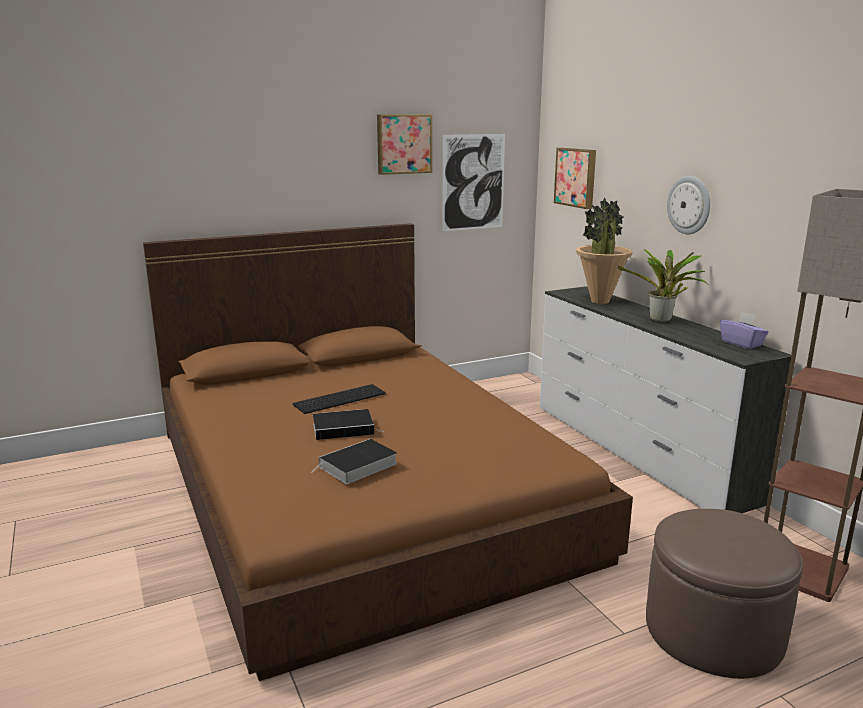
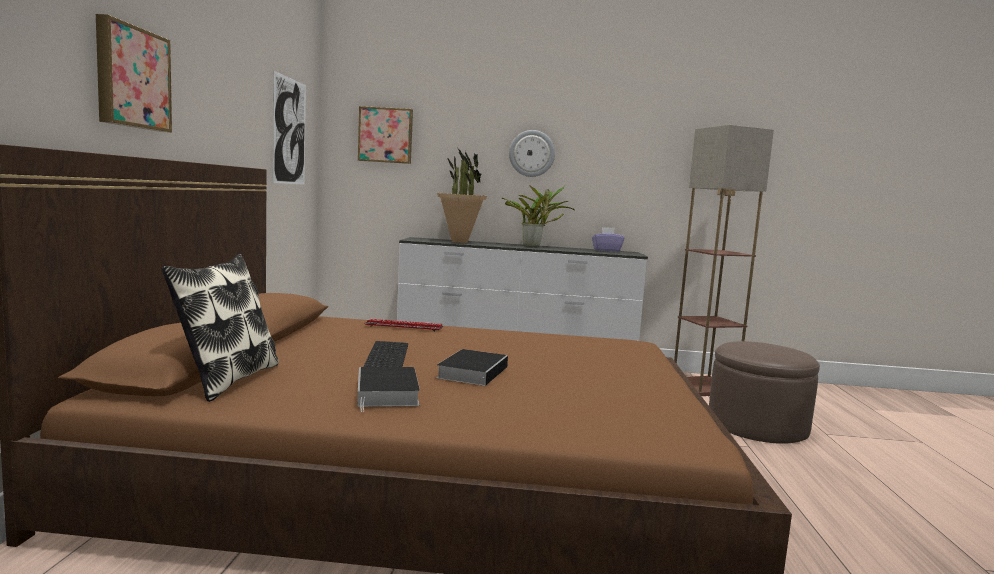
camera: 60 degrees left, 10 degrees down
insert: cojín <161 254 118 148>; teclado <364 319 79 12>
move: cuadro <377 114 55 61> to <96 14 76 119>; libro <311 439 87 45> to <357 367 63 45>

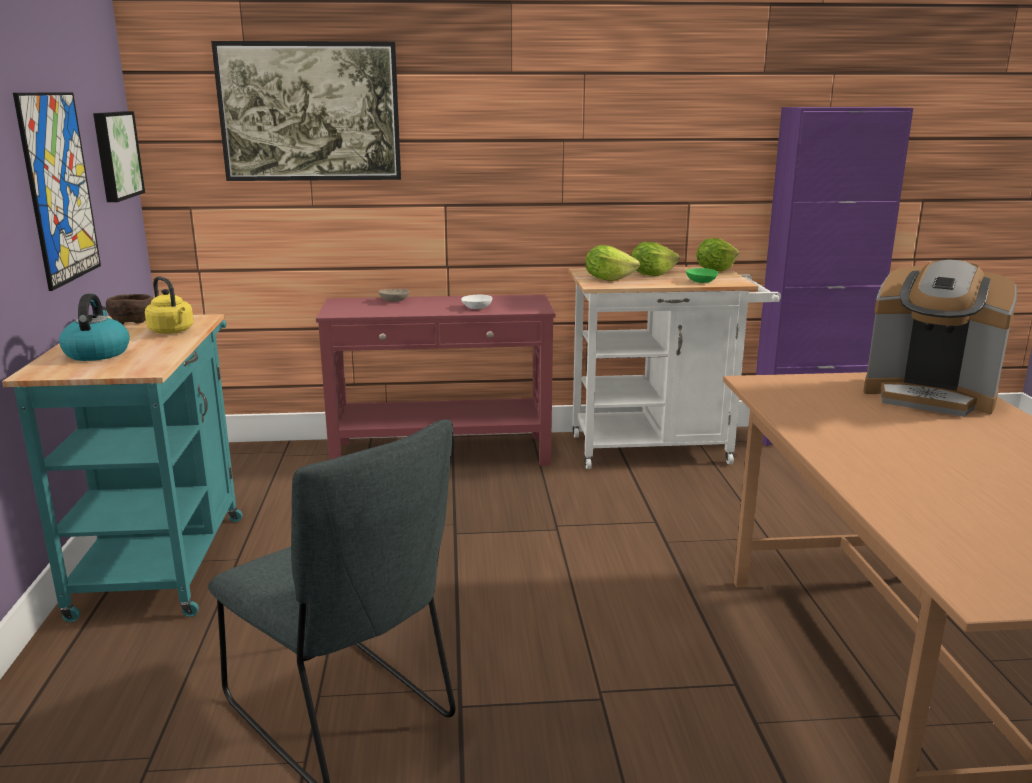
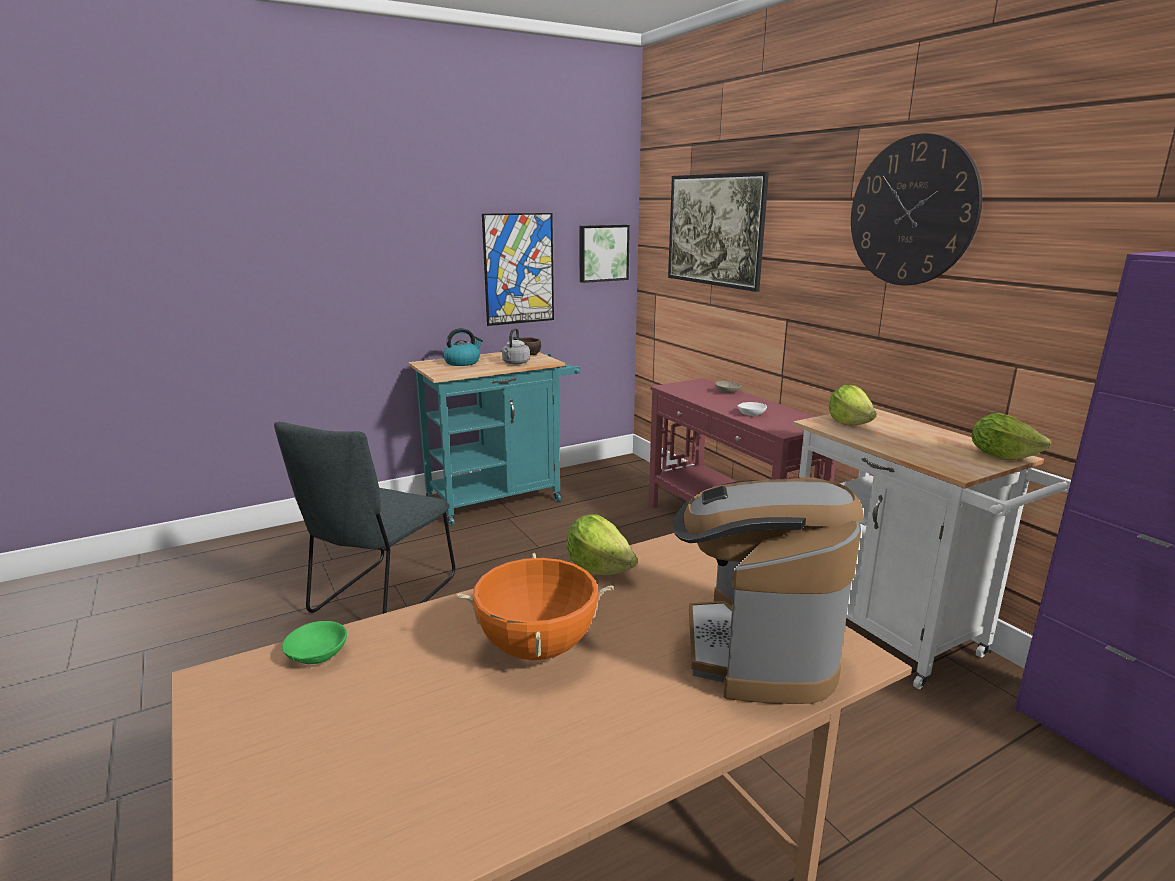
camera: 65 degrees right, 0 degrees up
insert: olla (naranja) <457 553 156 107>; reloj de pared <851 133 131 152>
move: cuenco (verde) <686 268 32 15> to <282 621 65 43>; lechuga <631 242 49 34> to <566 514 72 62>
recolor: hervidor (amarillo) <145 276 49 58> to hervidor (gris) <502 328 28 37>

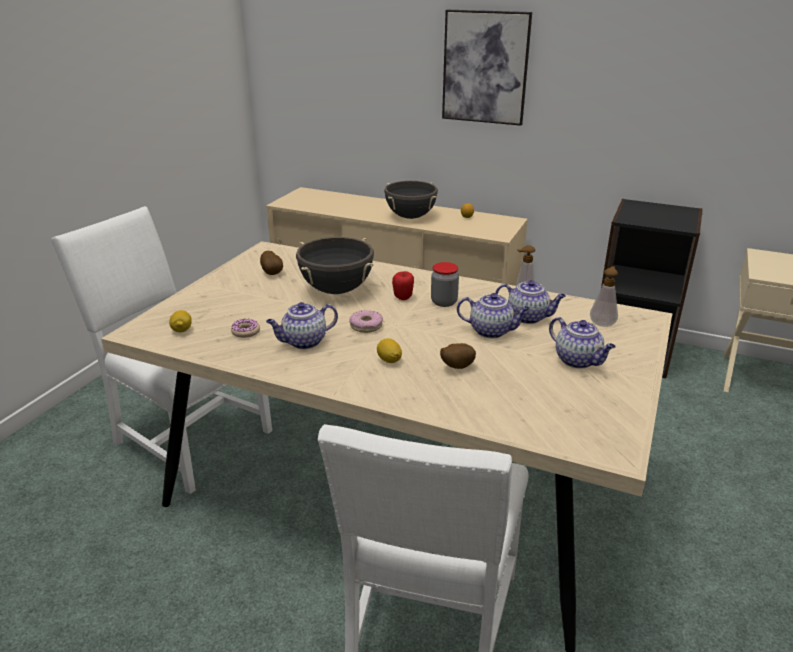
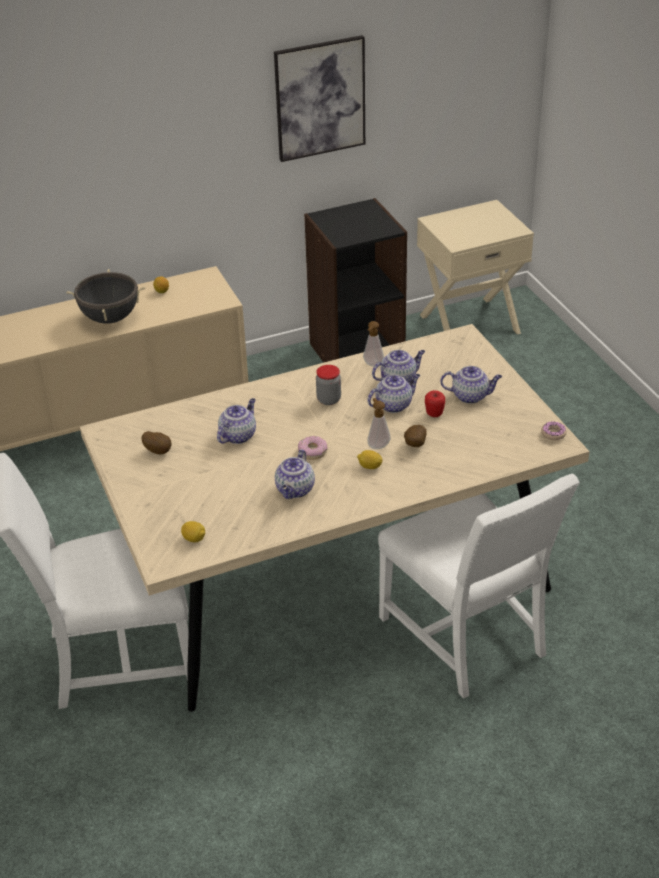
camera: 45 degrees left, 10 degrees up
move: cuadro <442 10 90 116> to <274 35 91 127>; dispensador de jabón <590 266 28 61> to <367 398 24 51>; manzana <392 271 22 29> to <425 390 20 27>; rosquilla <231 319 29 19> to <541 421 26 19>
replace: olla (negro) <296 237 78 57> to tetera <217 398 39 46>

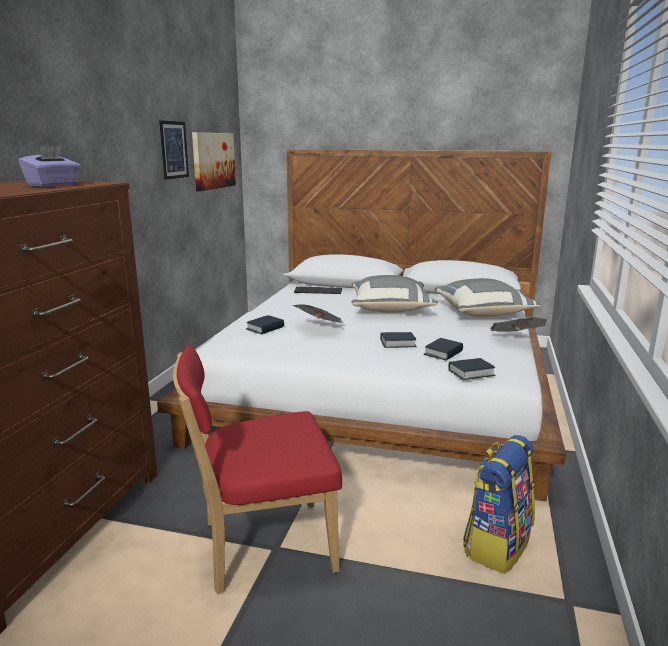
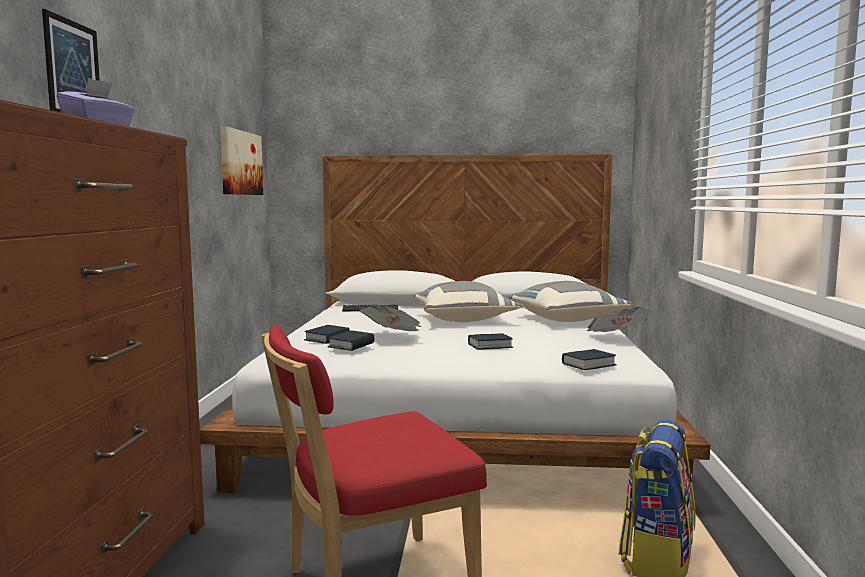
camera: 10 degrees left, 10 degrees down
move: cuadro <159 120 30 60> to <42 9 58 103>; libro <424 338 39 23> to <328 330 47 21>

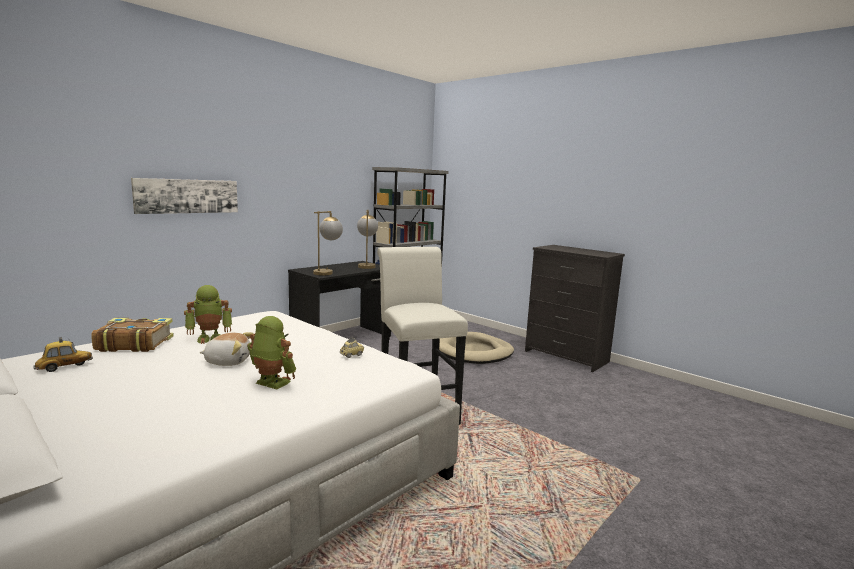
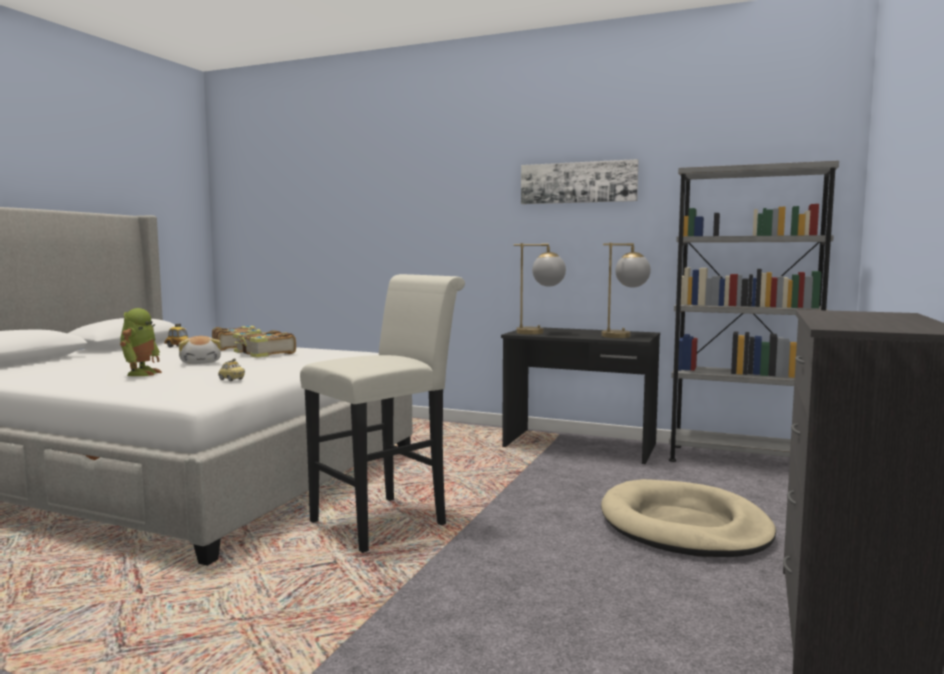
camera: 70 degrees right, 5 degrees down
move: cuadro <131 178 107 36> to <521 159 117 45>
replace: robot de juguete <184 285 48 59> to libro <233 330 63 28>

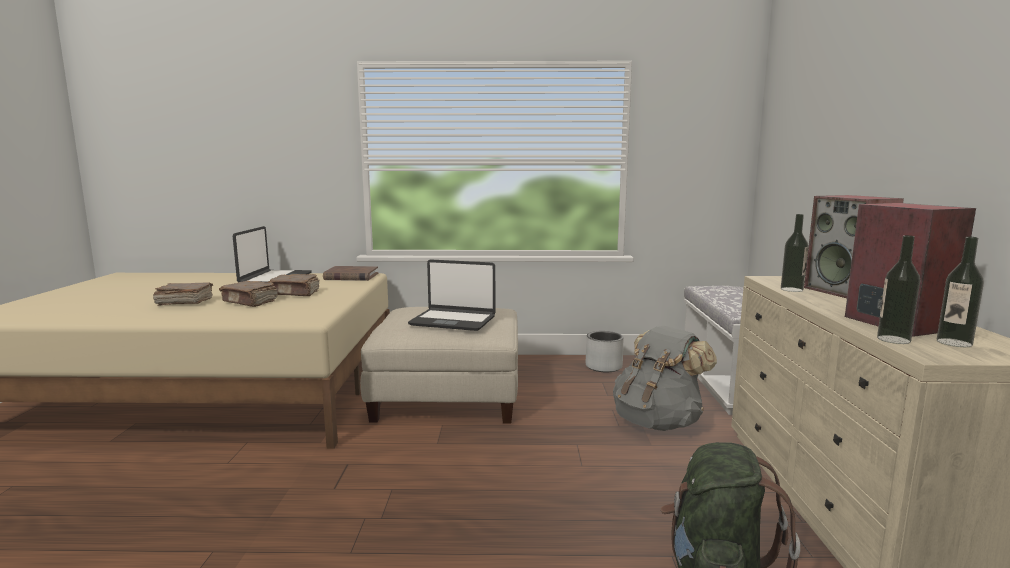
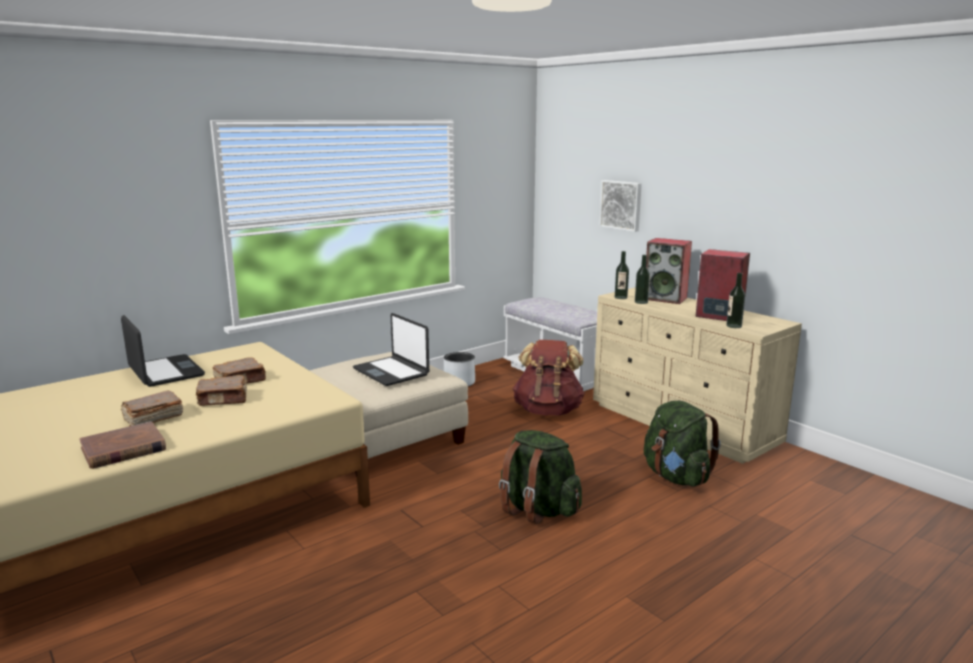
camera: 40 degrees left, 5 degrees up
insert: mochila (verde) <499 430 83 94>; cuadro <599 180 43 52>
move: libro (marrón) <323 266 55 15> to <79 421 87 48>; botella <937 237 47 110> to <615 251 14 48>
recolor: mochila (gris) <613 326 104 105> to mochila (marrón) <513 340 72 75>
rotate: portátil <408 259 87 72> = <353 313 76 73> 75 degrees clockwise

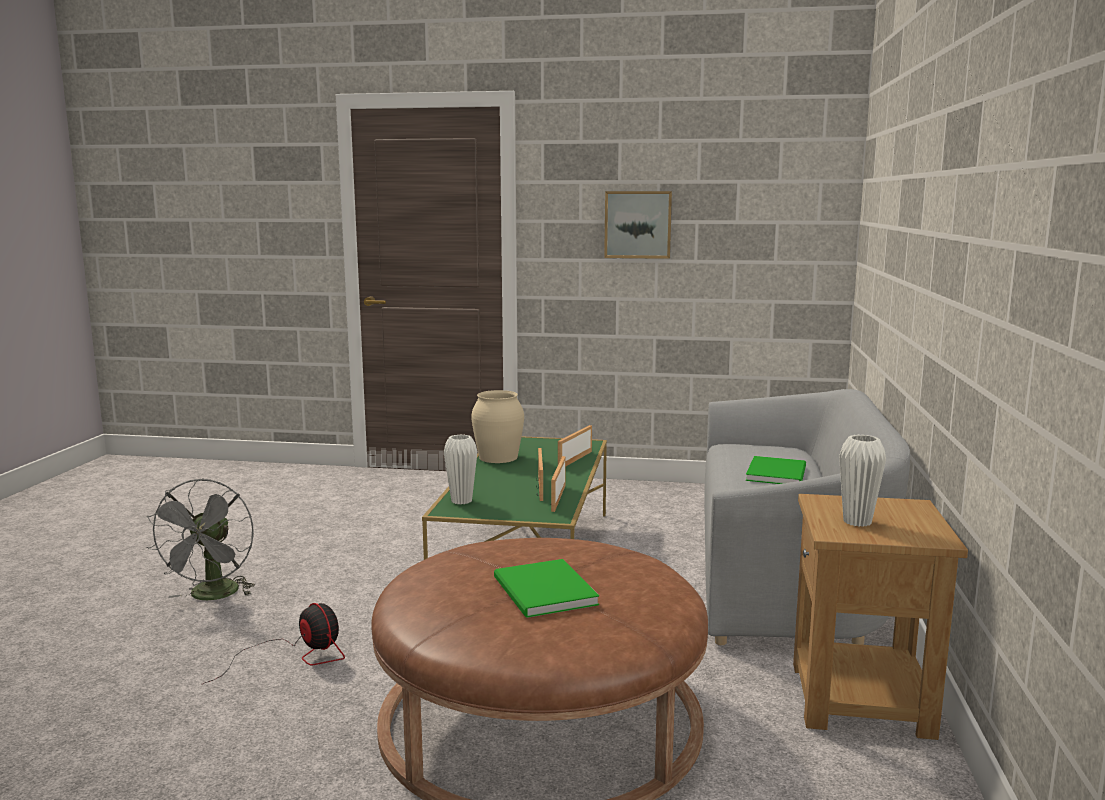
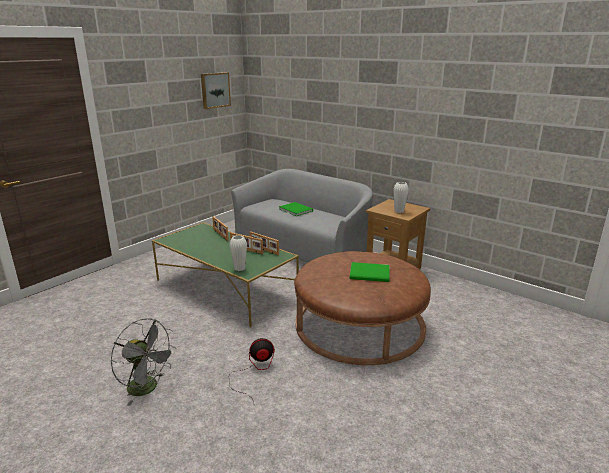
camera: 60 degrees left, 10 degrees up
delete: florero (beis) <471 390 53 73>
move: cuadro <604 191 68 68> to <201 72 30 37>

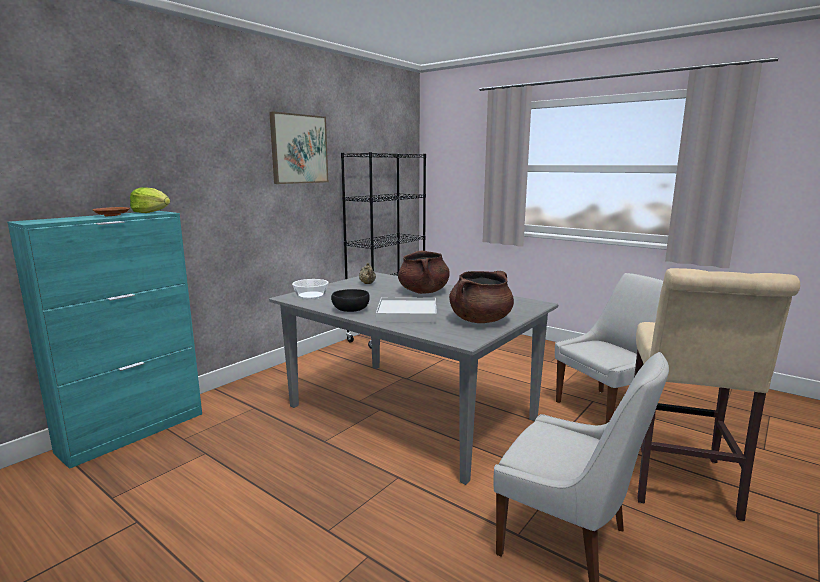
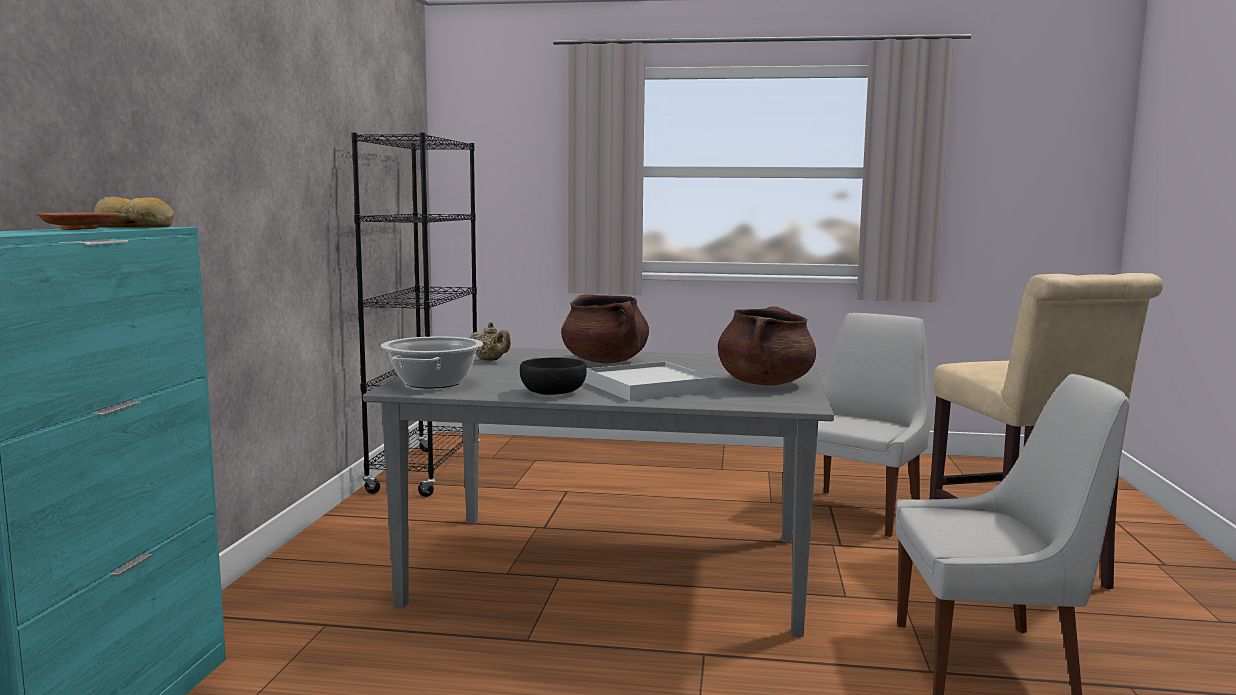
camera: 30 degrees left, 5 degrees down
delete: cuadro <269 112 59 72>
replace: lechuga <130 187 40 26> to pan <94 197 80 31>; cuenco <292 279 37 20> to olla <381 336 102 53>

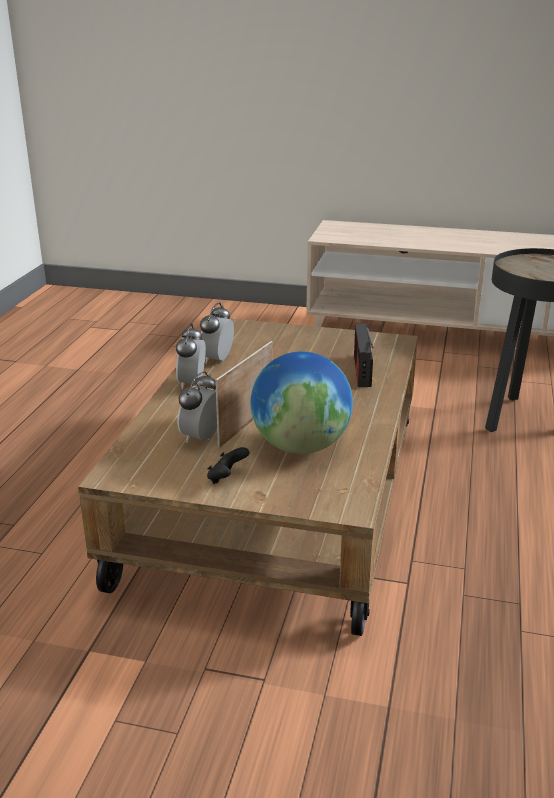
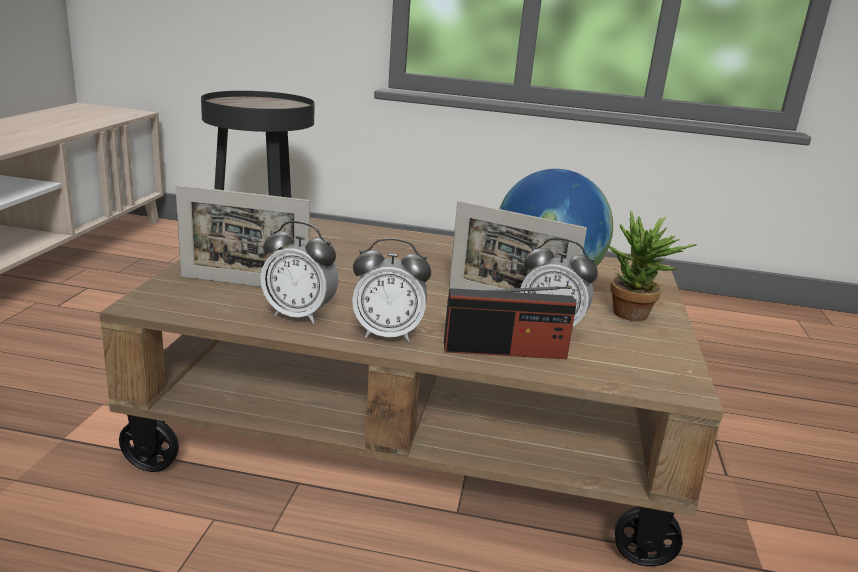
camera: 95 degrees left, 5 degrees down
insert: portarretratos <175 185 135 102>
move: radio <354 323 20 64> to <444 286 133 73>
replace: mando de consola (negro) <207 447 42 37> to planta en maceta <608 210 89 111>

